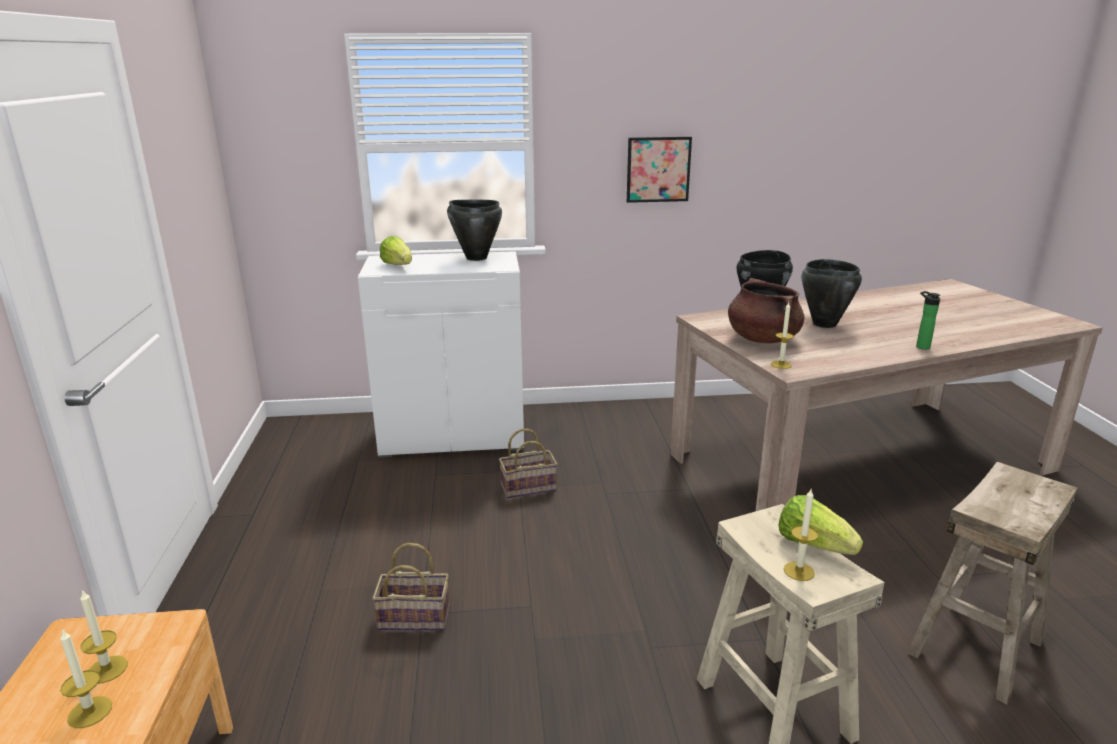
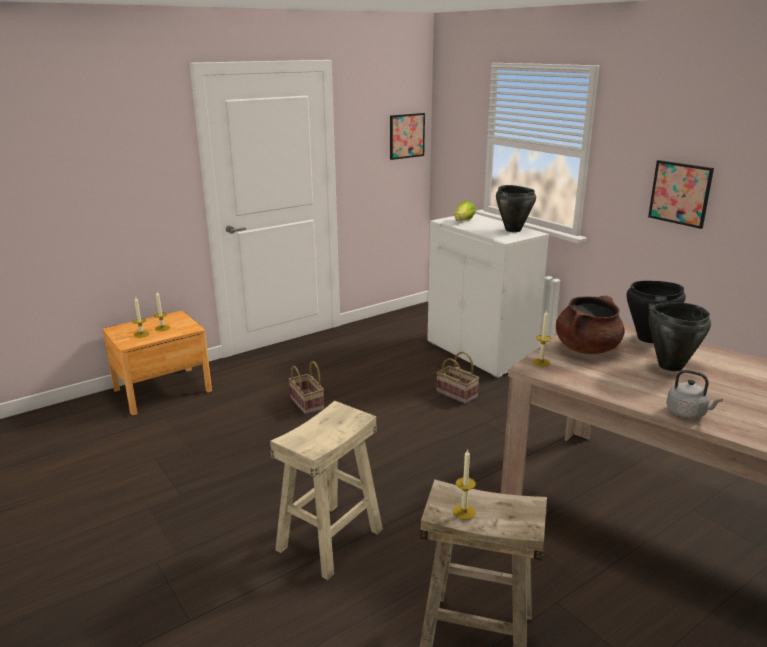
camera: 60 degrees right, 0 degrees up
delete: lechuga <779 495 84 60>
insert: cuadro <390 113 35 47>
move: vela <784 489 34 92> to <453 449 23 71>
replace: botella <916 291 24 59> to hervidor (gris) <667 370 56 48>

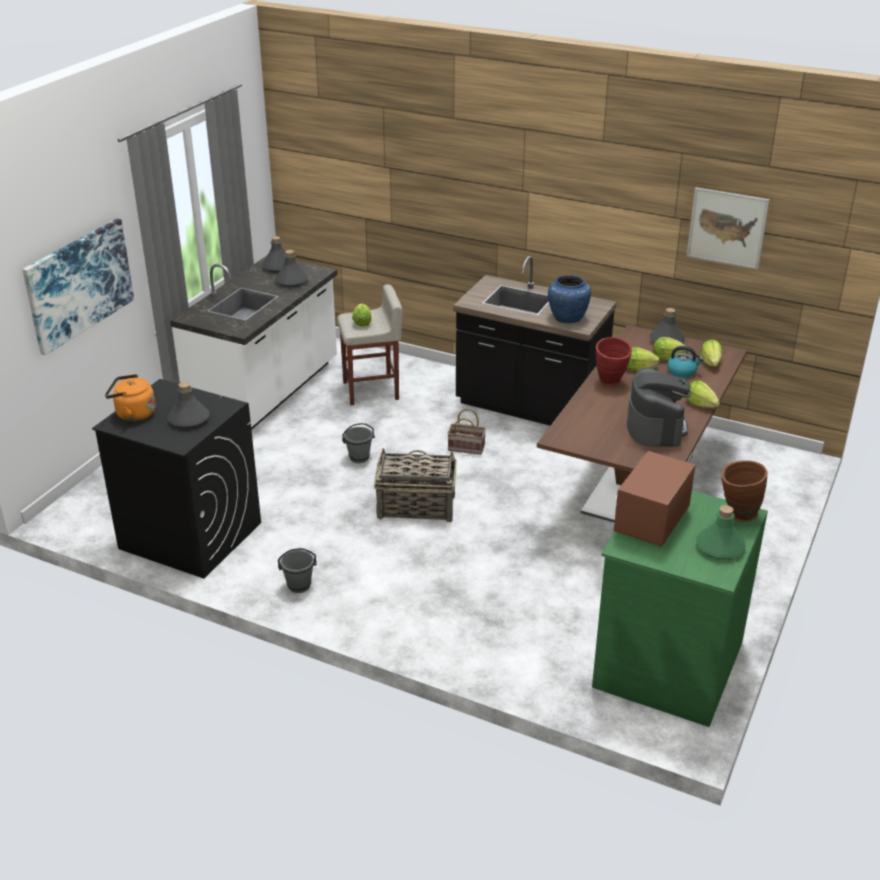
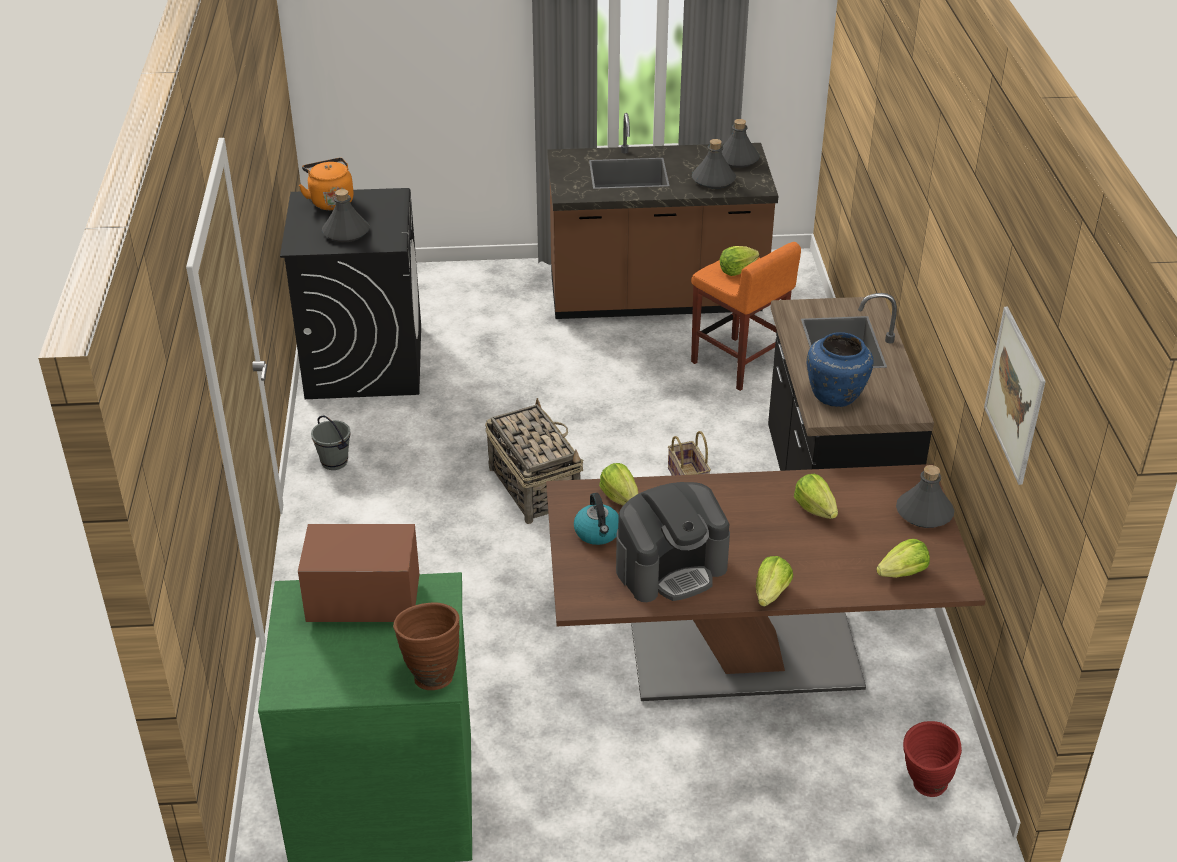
camera: 60 degrees right, 5 degrees up
delete: cuadro <22 219 112 136>; cubo (gris) <342 423 33 40>; botella (verde) <696 505 50 54>
move: hervidor <667 346 37 32> to <574 493 44 52>; lechuga <653 337 35 23> to <599 463 39 42>; florero (rojo) <596 337 36 49> to <903 721 59 76>
recolor: mueble bajo de cocina (blanco) <170 256 167 174> to mueble bajo de cocina (marrón) <548 113 230 206>; taburete (beis) <337 284 66 121> to taburete (naranja) <691 242 110 149>

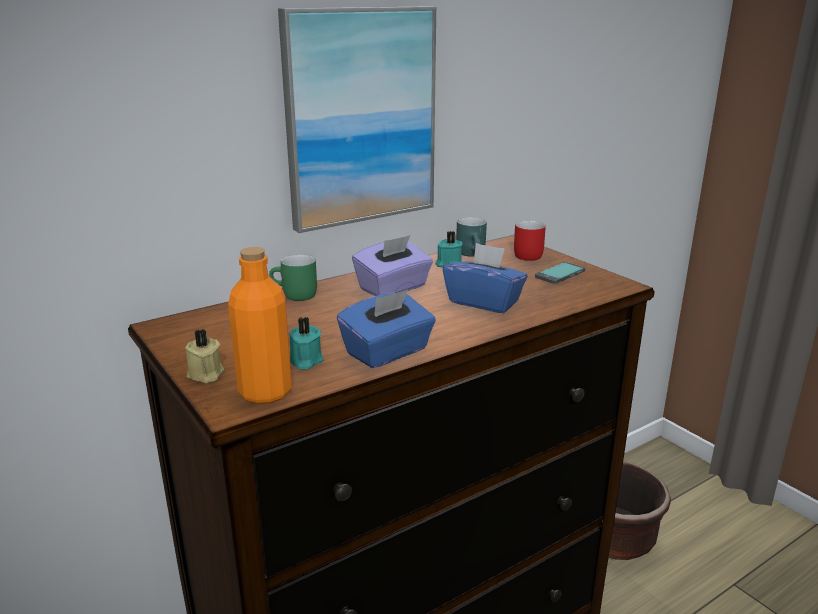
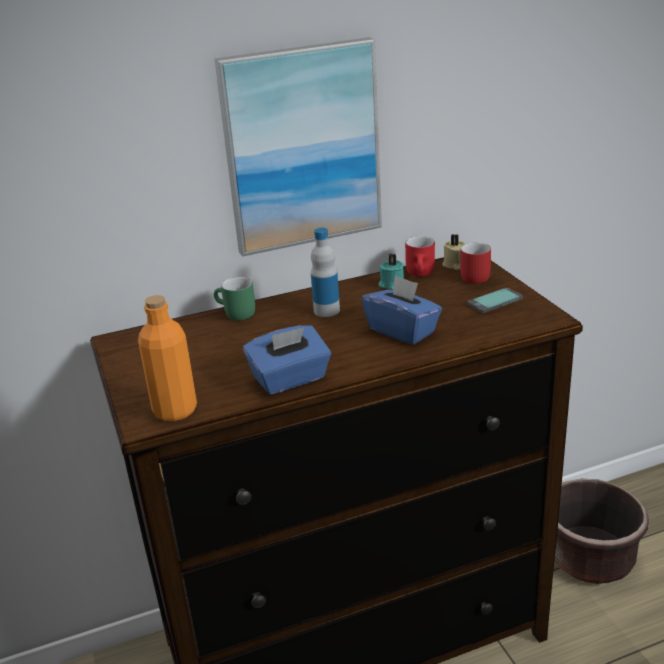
camera: 15 degrees right, 5 degrees up
delete: vela (turquesa) <289 317 34 53>
move: vela (beis) <185 329 39 54> to <442 234 23 36>
replace: caja de pañuelos (morado) <352 235 81 61> to botella <311 228 29 89>
recolor: taza grande (turquesa) <456 217 31 39> to taza grande (rojo) <405 236 30 40>

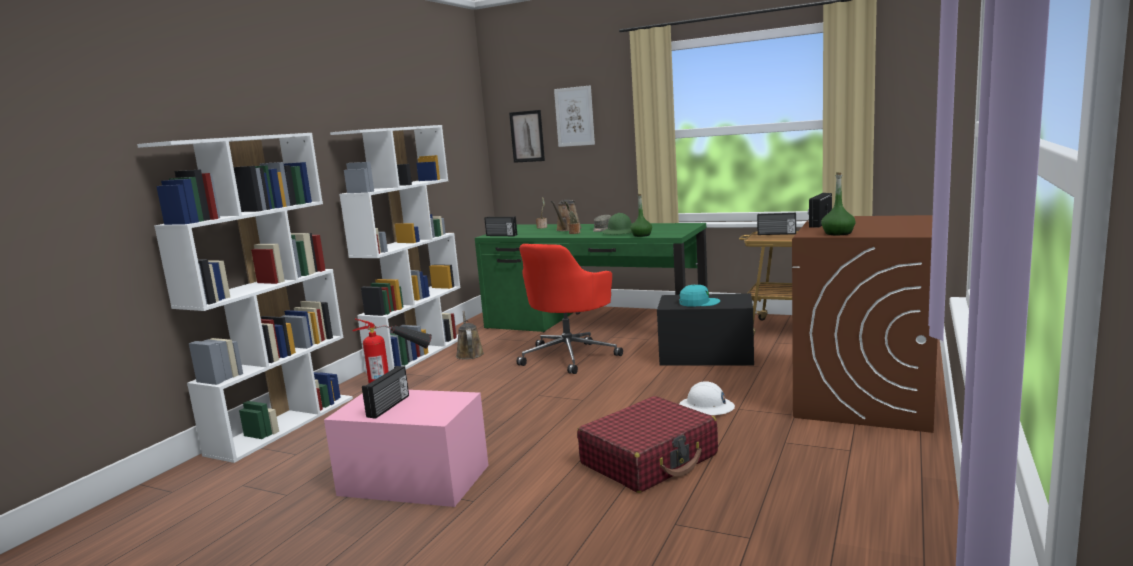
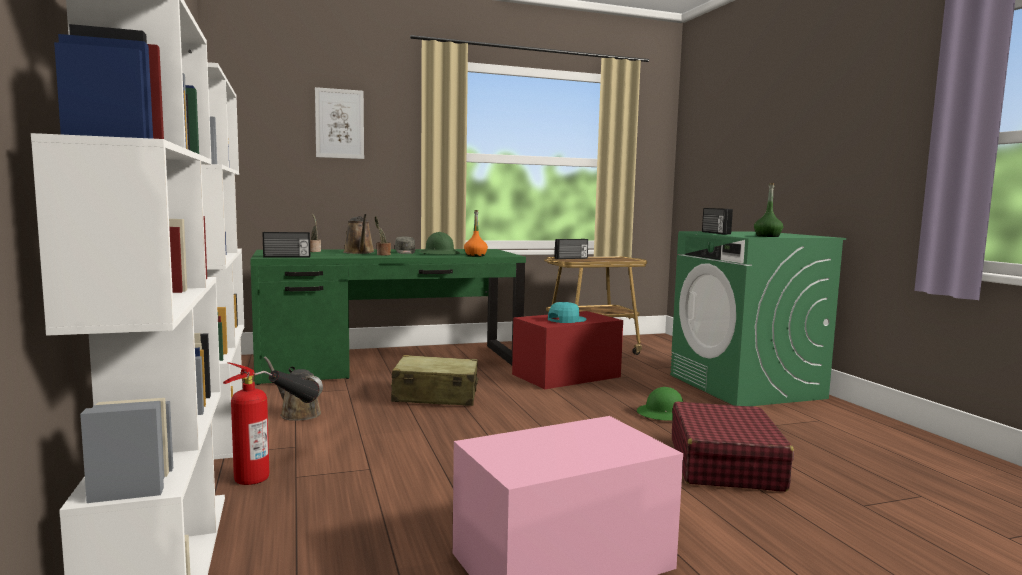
camera: 45 degrees left, 5 degrees down
delete: radio <362 366 47 53>; cuadro <509 110 36 53>
replace: silla de oficina (rojo) <517 244 106 130> to maleta (beis) <391 355 87 51>
recolor: botella (verde) <631 194 21 43> to botella (naranja) <464 210 24 46>; caja de almacenaje (negro) <657 293 97 73> to caja de almacenaje (rojo) <512 311 111 78>; casco (blanco) <679 381 56 34> to casco (verde) <637 387 46 34>; lavadora (marrón) <792 215 146 218> to lavadora (verde) <670 231 176 175>

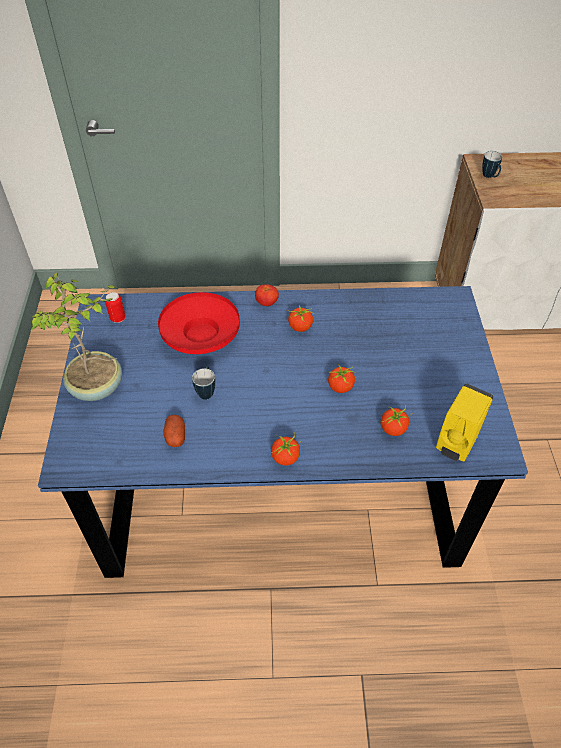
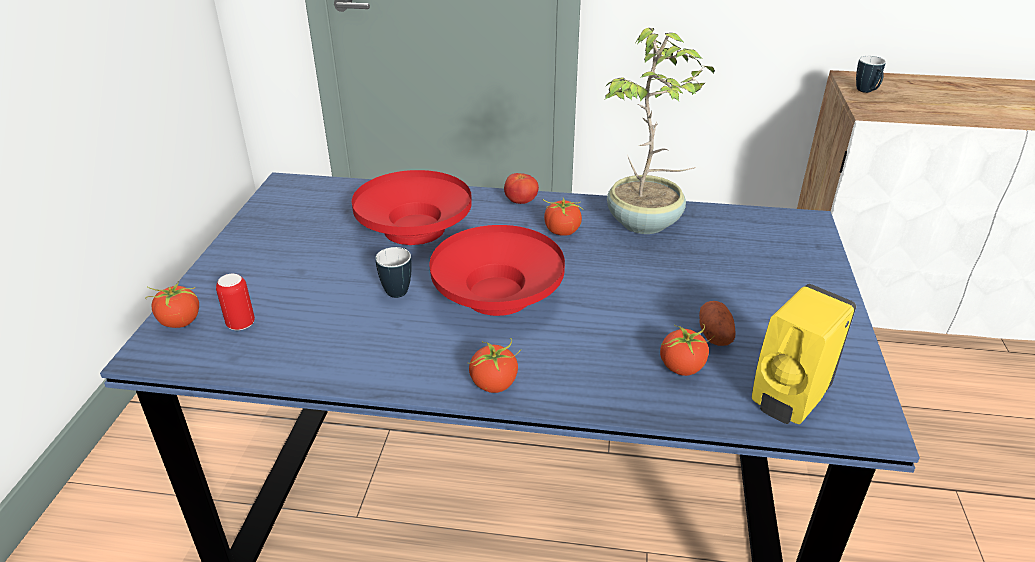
camera: 10 degrees right, 15 degrees down
insert: cuenco (rojo) <429 225 136 91>
move: tomate <327 364 29 29> to <145 281 54 47>; lata <105 292 21 31> to <216 274 39 56>; planta en maceta <31 273 91 128> to <605 28 110 206>; patata <163 415 22 32> to <699 301 37 45>

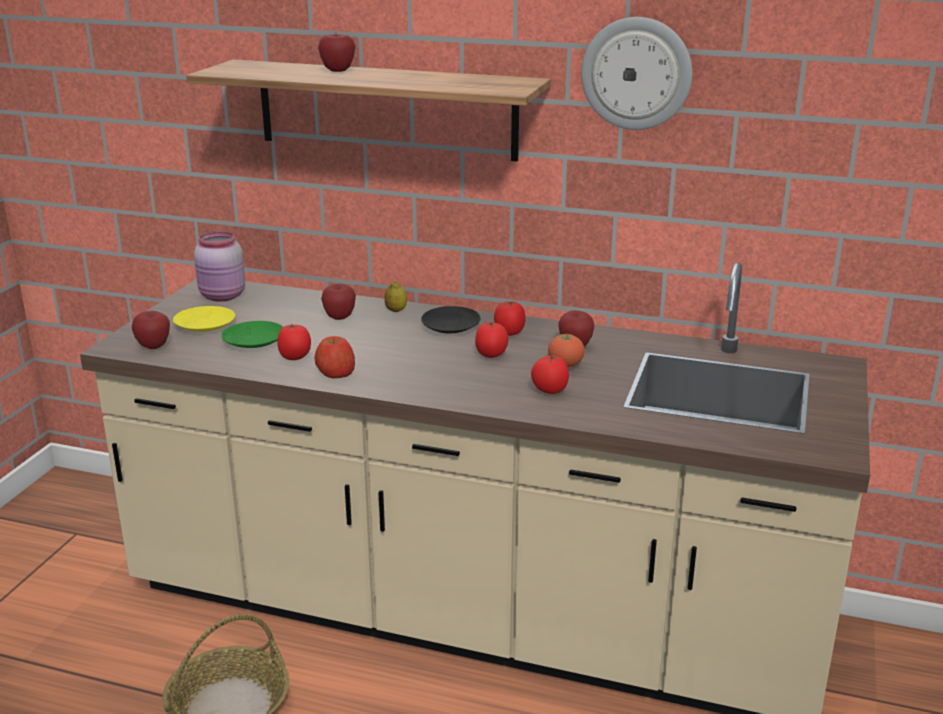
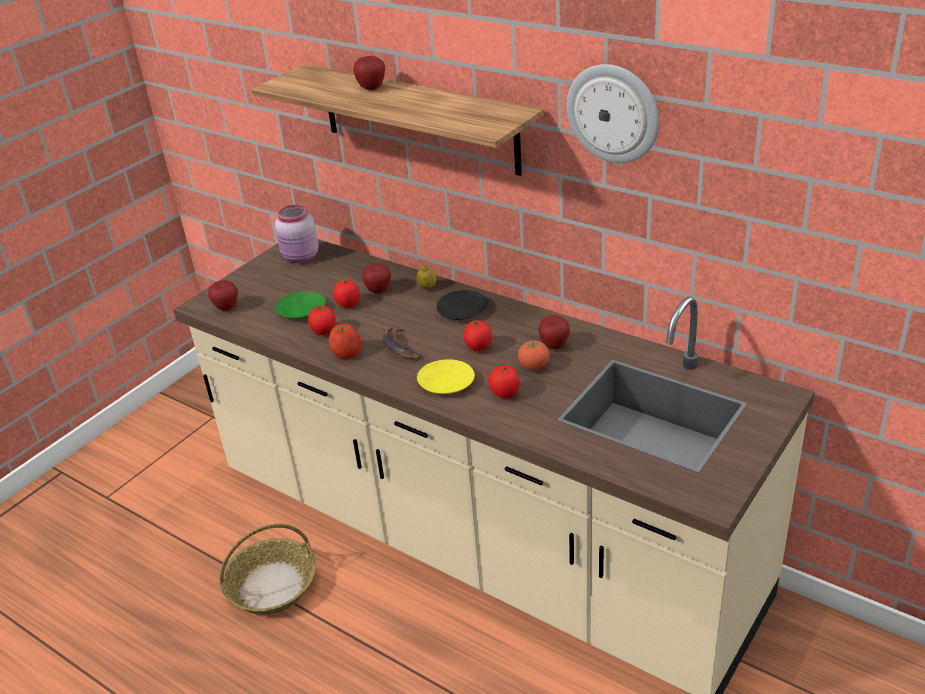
camera: 20 degrees right, 10 degrees up
insert: plátano <383 328 38 31>
move: tomate <494 301 32 35> to <333 280 27 28>; plato (amarillo) <173 306 62 26> to <417 359 58 35>

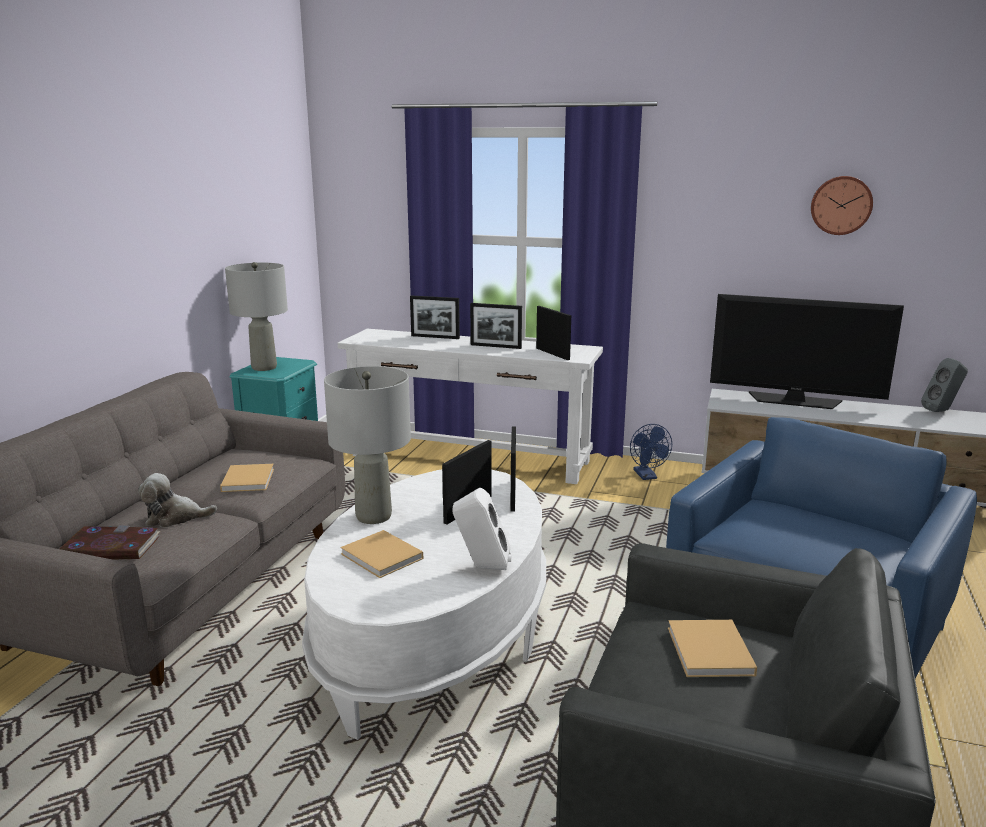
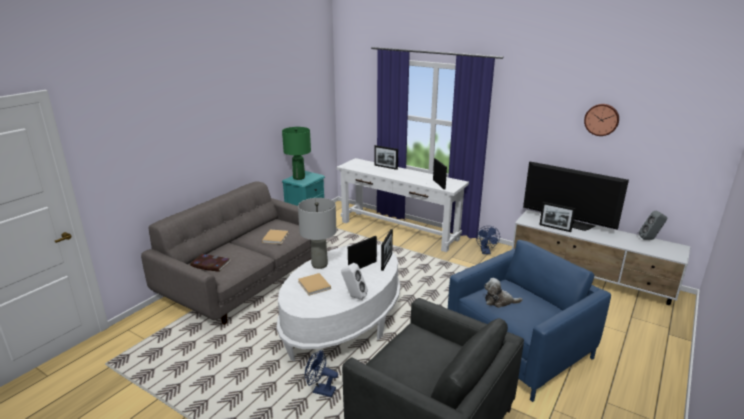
camera: 15 degrees right, 5 degrees up
delete: libro (beis) <668 620 89 57>
insert: ventilador (azul) <305 350 33 47>
move: peluche <138 473 79 54> to <484 278 39 30>; portarretratos <470 303 52 46> to <539 202 37 30>
recolor: lámpara de mesa (gris) <225 262 63 109> to lámpara de mesa (verde) <282 127 29 53>

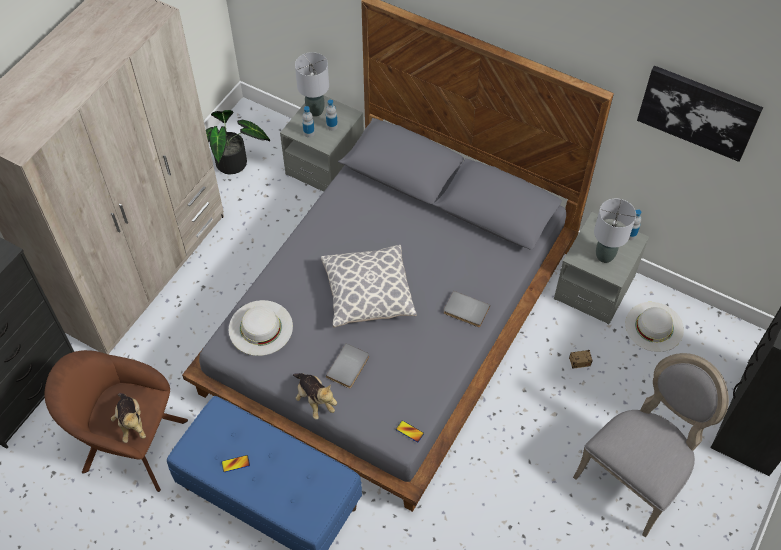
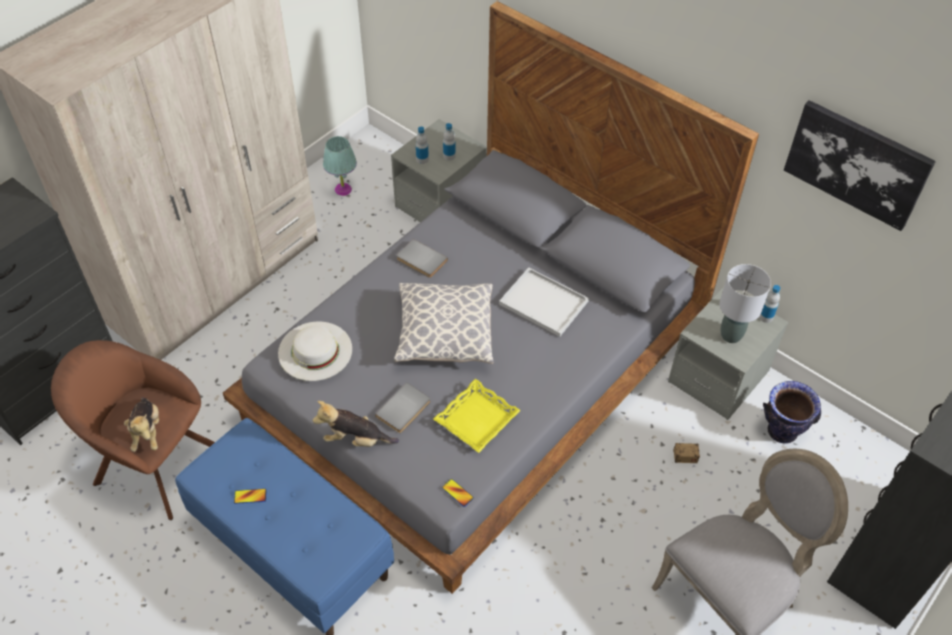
camera: 10 degrees right, 5 degrees down
delete: lámpara de mesa (gris) <295 52 34 65>
insert: bandeja (amarillo) <433 379 88 74>; bandeja (blanco) <499 267 90 70>
move: libro (gris) <444 291 46 36> to <397 239 51 39>
replace: planta en maceta <206 110 64 64> to lámpara de mesa (turquesa) <323 136 34 60>; sombrero (blanco) <625 302 59 50> to florero <763 381 58 63>
rotate: peluche <293 373 44 46> = <313 401 86 46> 120 degrees clockwise

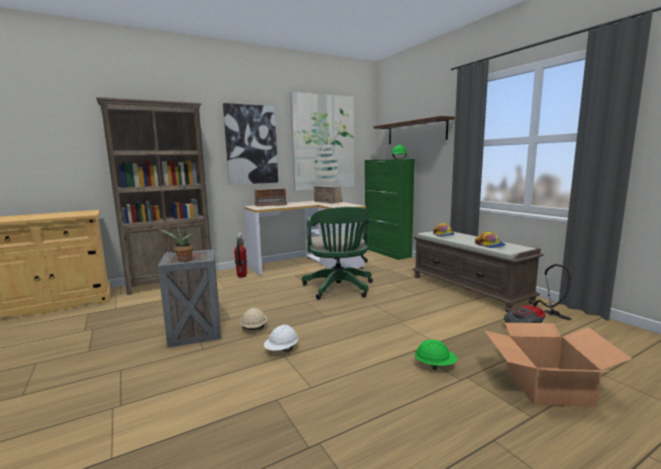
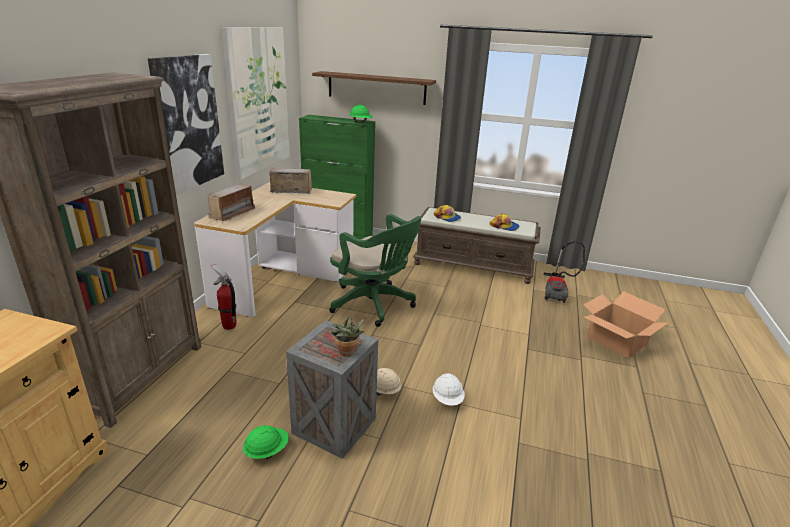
camera: 45 degrees left, 15 degrees up
move: casco (verde) <415 339 43 31> to <243 425 46 34>

